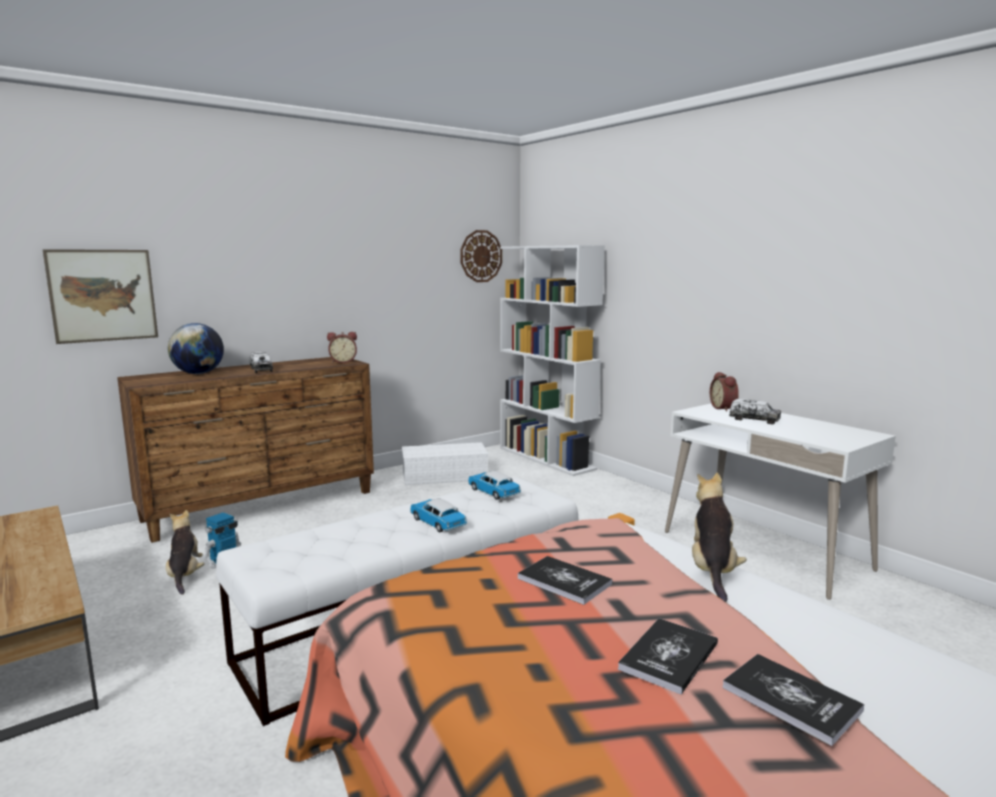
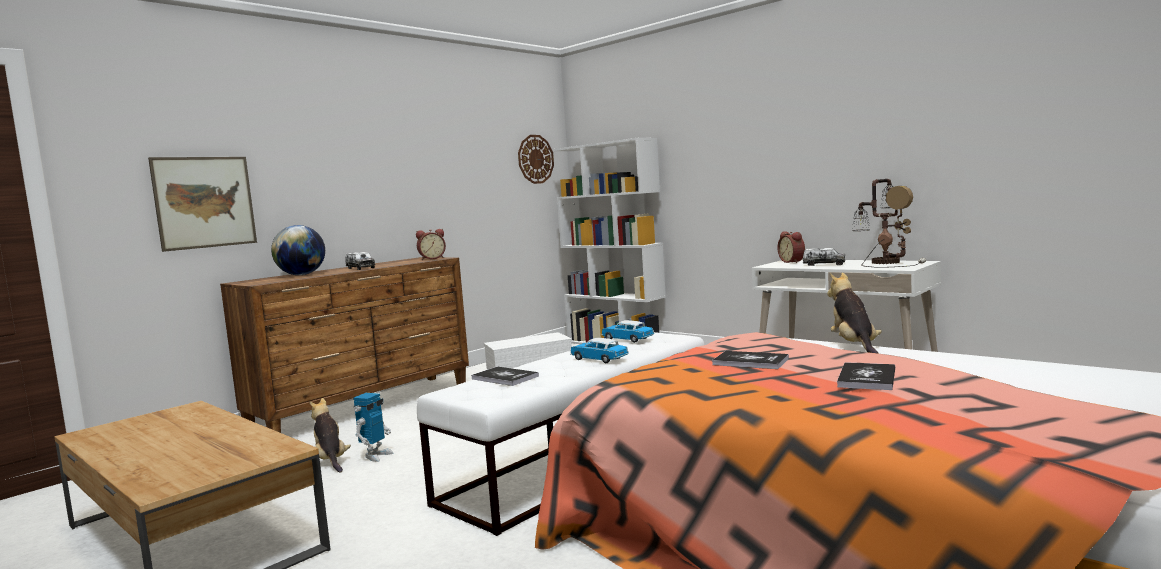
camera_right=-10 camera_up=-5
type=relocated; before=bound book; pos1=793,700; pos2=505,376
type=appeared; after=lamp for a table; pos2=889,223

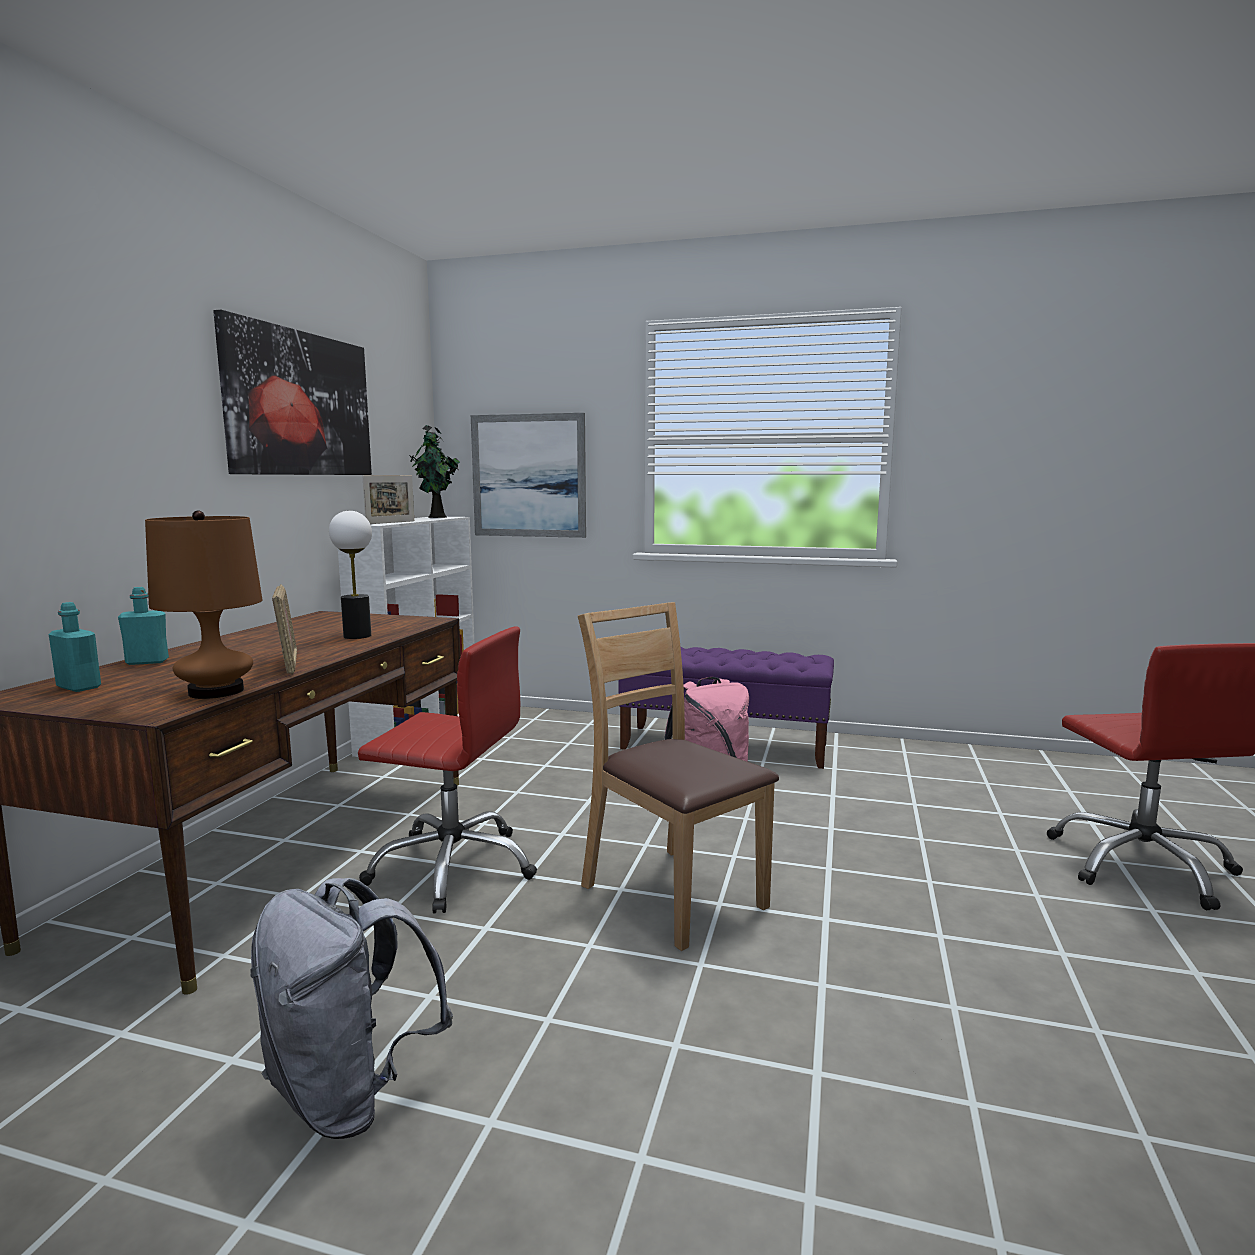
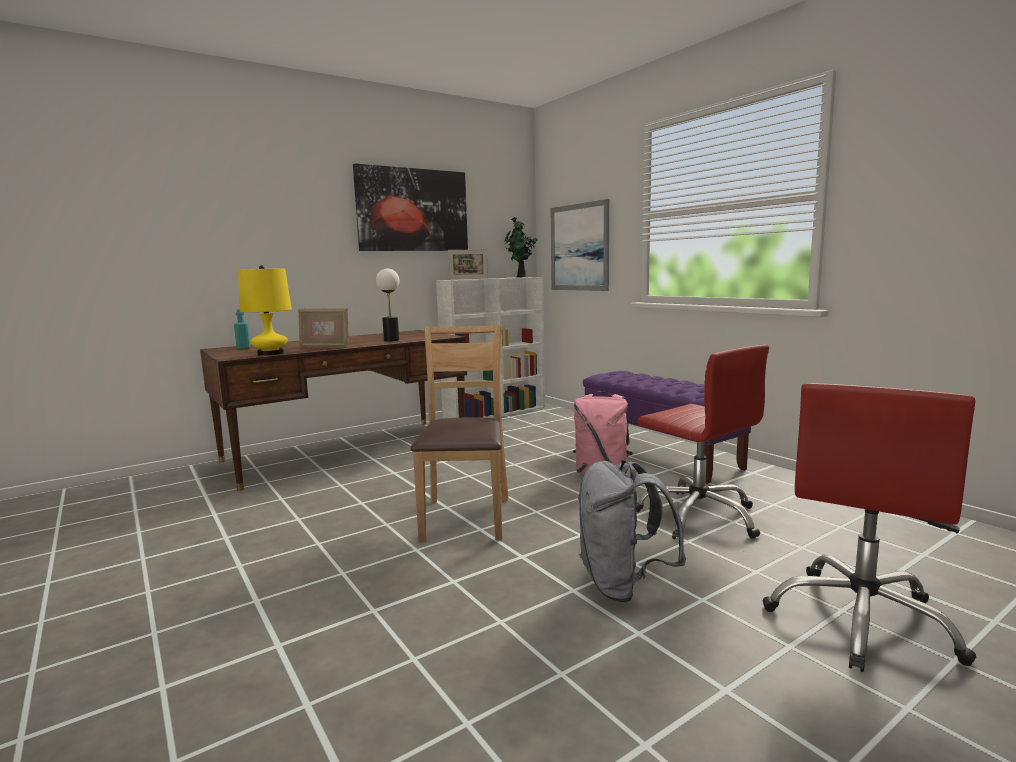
camera_right=40 camera_up=0
type=colour; before=lamp for a table (brown); after=lamp for a table (yellowish); pos1=203,604; pos2=265,310
type=spun; before=standing frame; pos1=284,629; pos2=323,328; turn=75
type=relocated; before=backpack (grey); pos1=351,1008; pos2=632,531
type=relocated; before=office chair (reddish); pos1=447,770; pos2=702,442
type=missing; before=drink bottle (turquoise); pos1=143,626

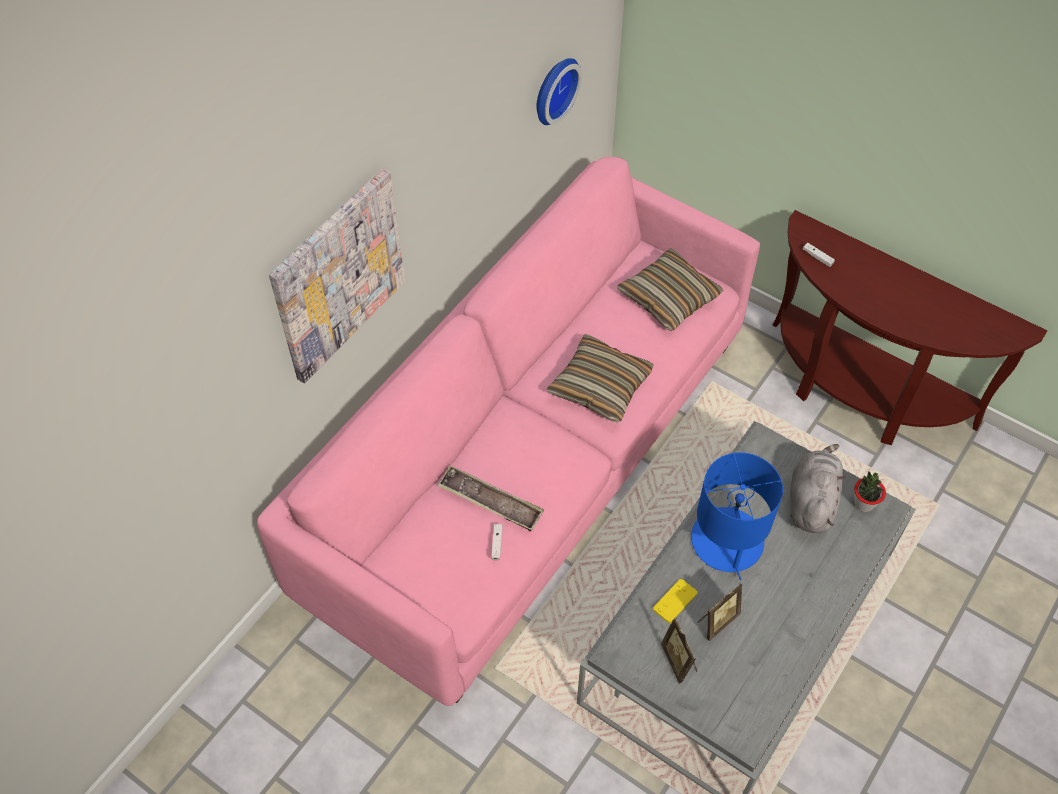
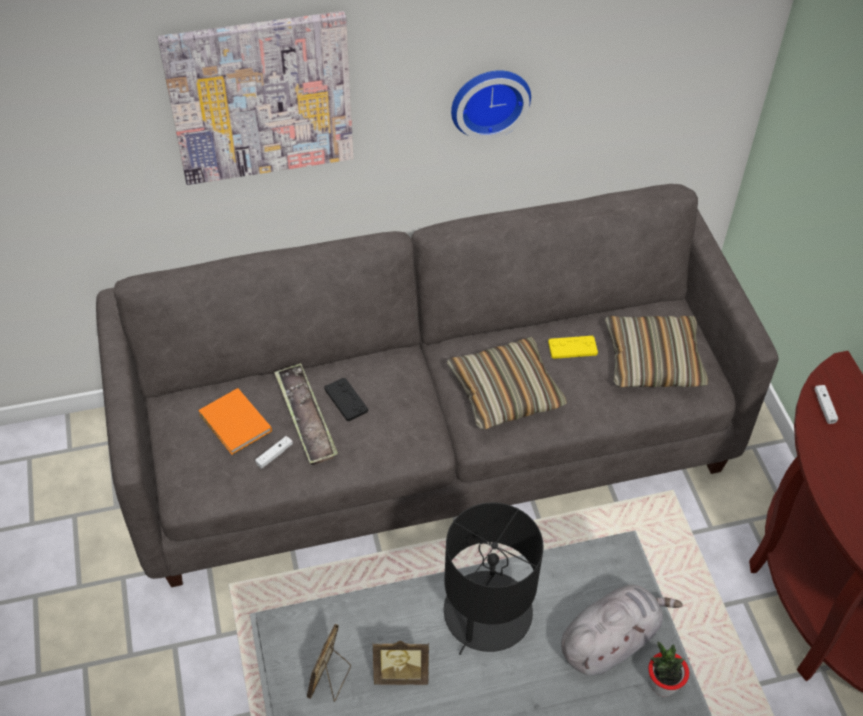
camera_right=40 camera_up=-5
type=colour; before=couch (pink-coloured); after=couch (grey); pos1=508,431; pos2=437,385
type=appeared; after=bound book (orange); pos2=235,421
type=appeared; after=joypad (black-coloured); pos2=346,399
type=colour; before=lamp for a table (blue); after=lamp for a table (black-coloured); pos1=737,516; pos2=494,578
type=relocated; before=hanging clock; pos1=559,91; pos2=491,105
type=relocated; before=joypad (yellowish); pos1=675,601; pos2=573,347

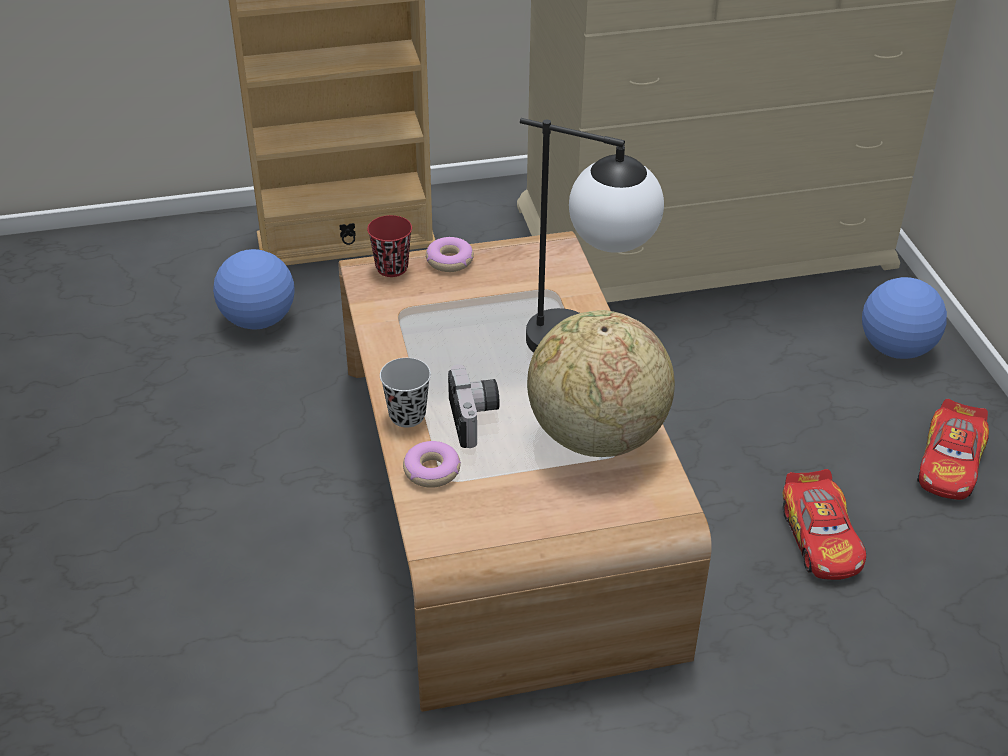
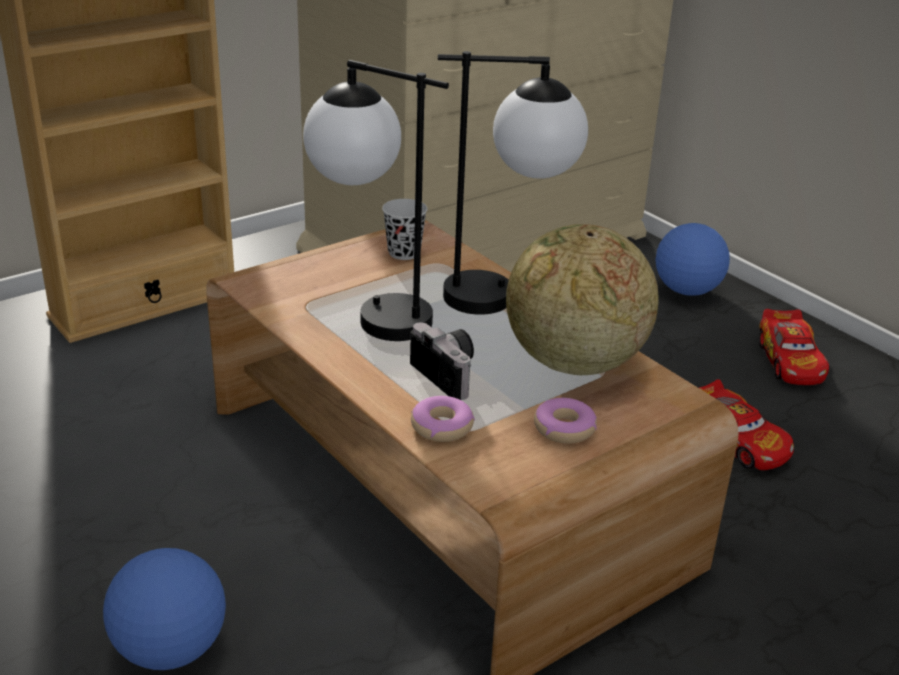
camera_right=-25 camera_up=-10
type=relocated; before=ball for football; pos1=254,289; pos2=164,609
type=appeared; after=lamp for a table; pos2=376,200
type=relocated; before=small cup (black-coloured); pos1=405,392; pos2=405,229
type=relocated; before=doughnut; pos1=450,254; pos2=565,421
type=missing; before=small cup (reddish); pos1=389,246

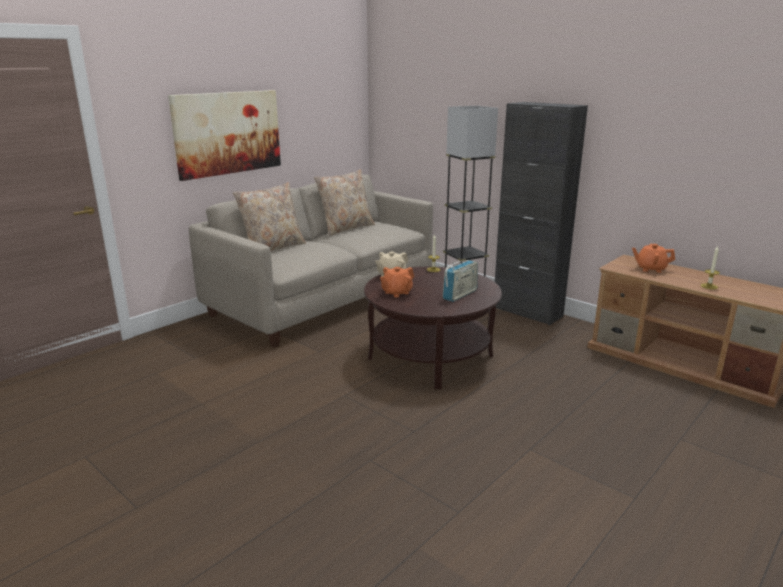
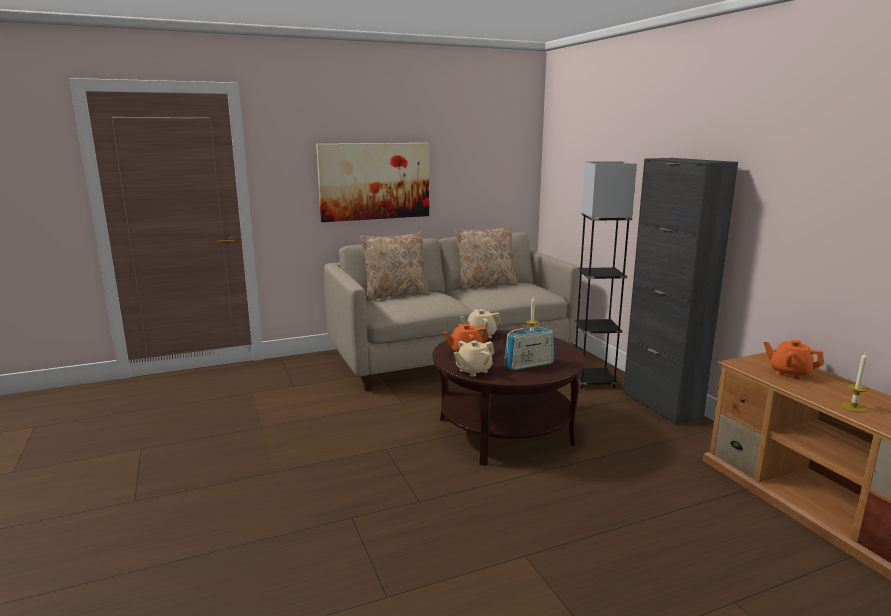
camera_right=25 camera_up=-5
type=appeared; after=teapot (beige); pos2=474,359

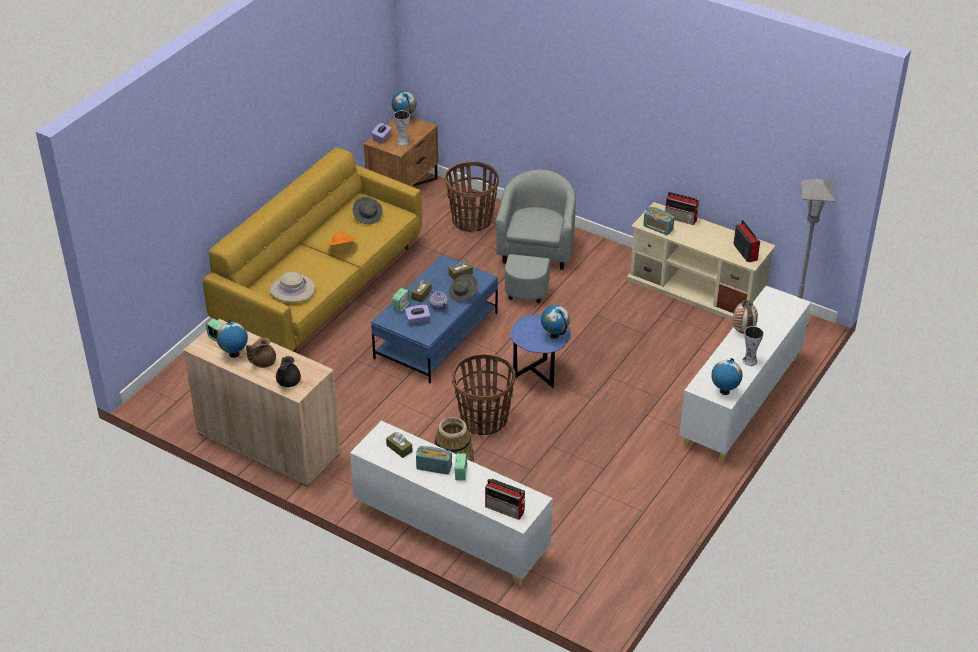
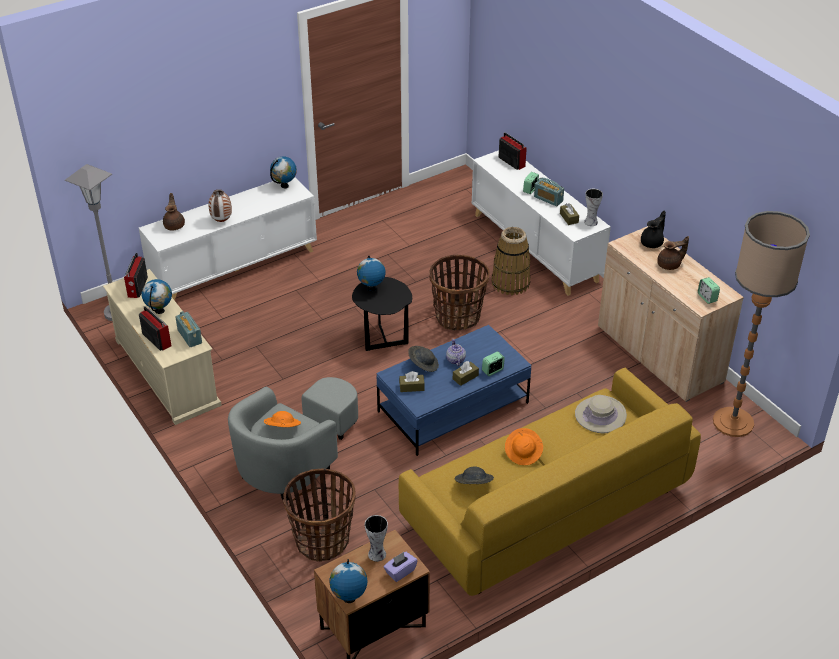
camera_right=-155 camera_up=0
type=relocated; before=world globe; pos1=232,339; pos2=157,296
type=appeared; after=teapot (brown); pos2=174,212
type=appeared; after=clothing hat (orange); pos2=282,419
type=colour; before=end table (blue); after=end table (black-coloured); pos1=539,351; pos2=382,314
type=relocated; before=vase; pos1=753,346; pos2=593,207
type=appeared; after=standard lamp; pos2=761,324
type=missing; before=box of tissues (purple-coloured); pos1=417,315

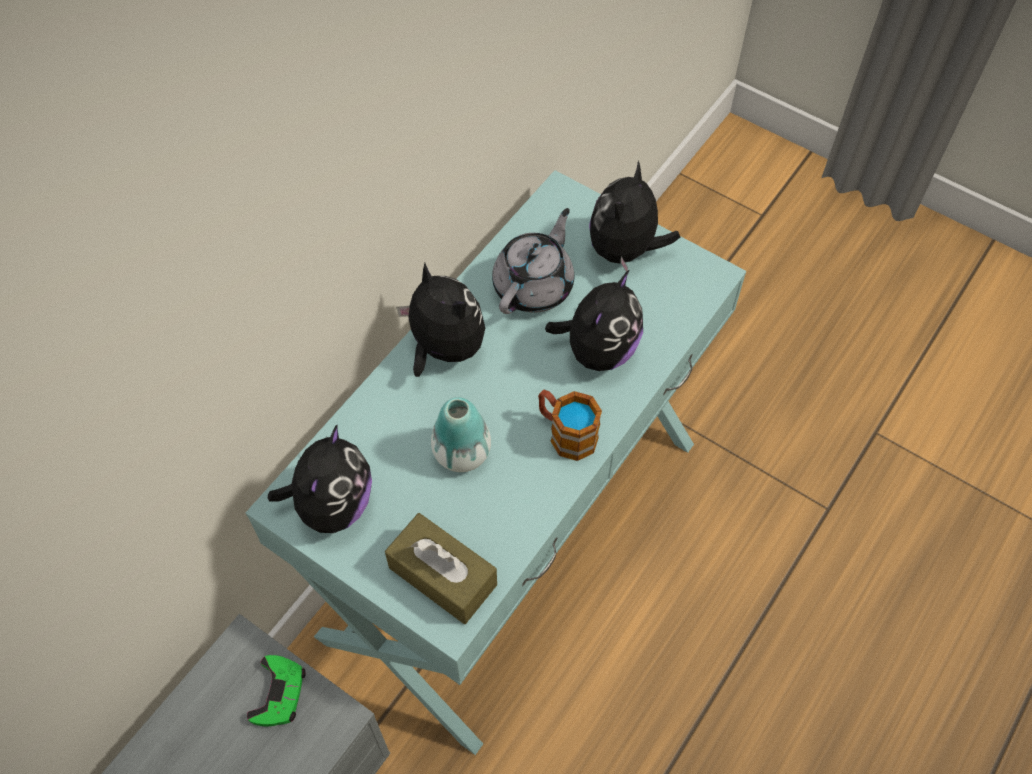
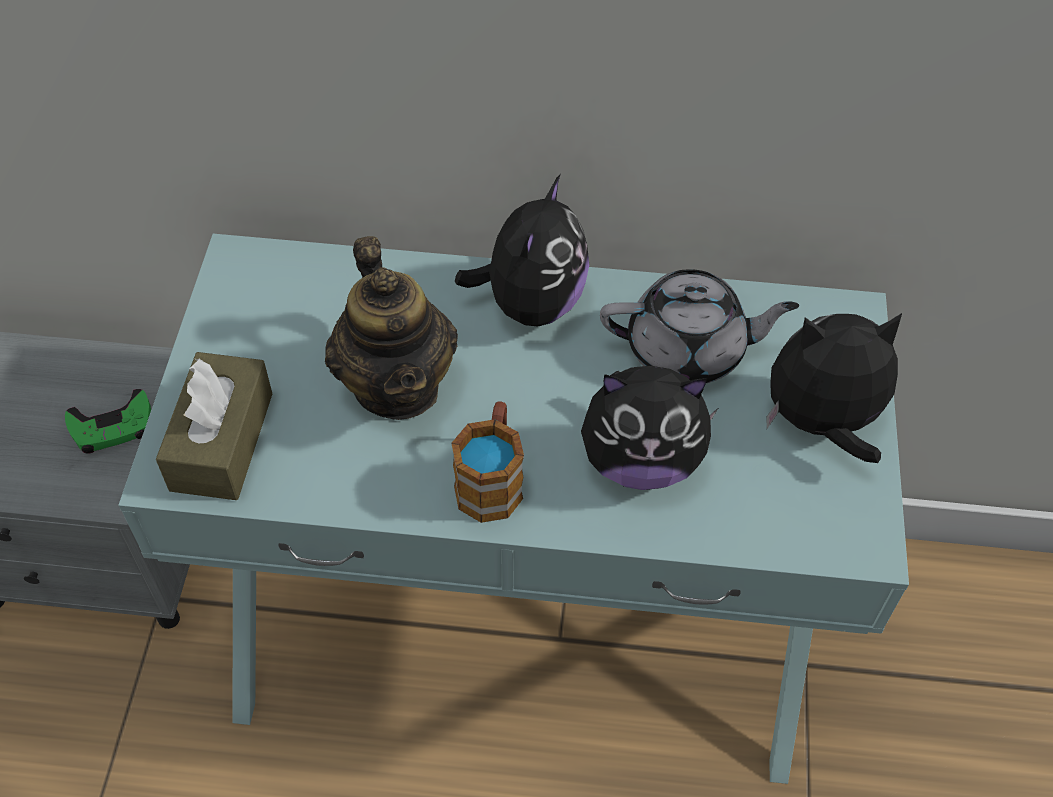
camera_right=60 camera_up=-5
type=exchanged; before=vase; after=teapot; pos1=461,434; pos2=391,328
type=missing; before=cuddly toy; pos1=320,478

